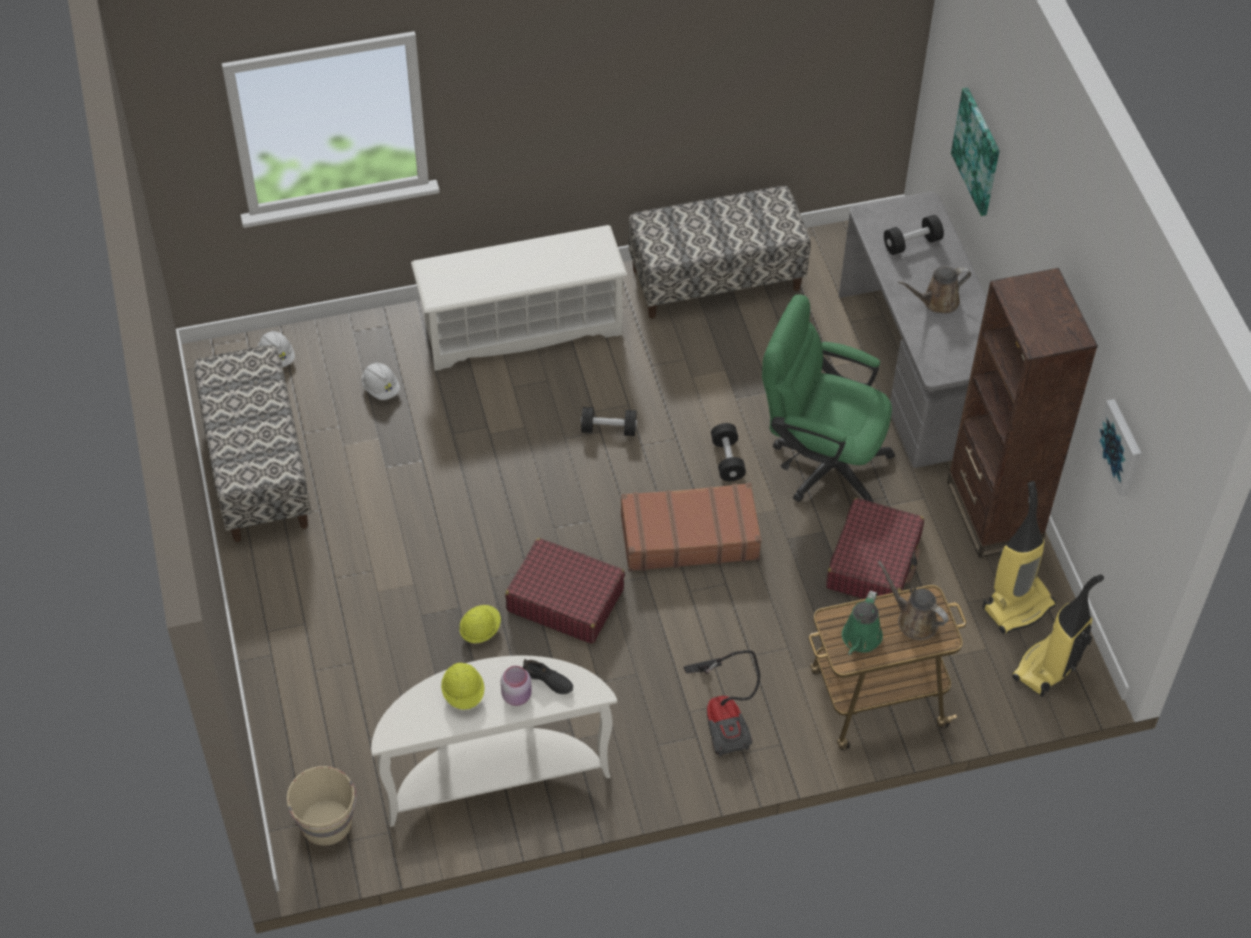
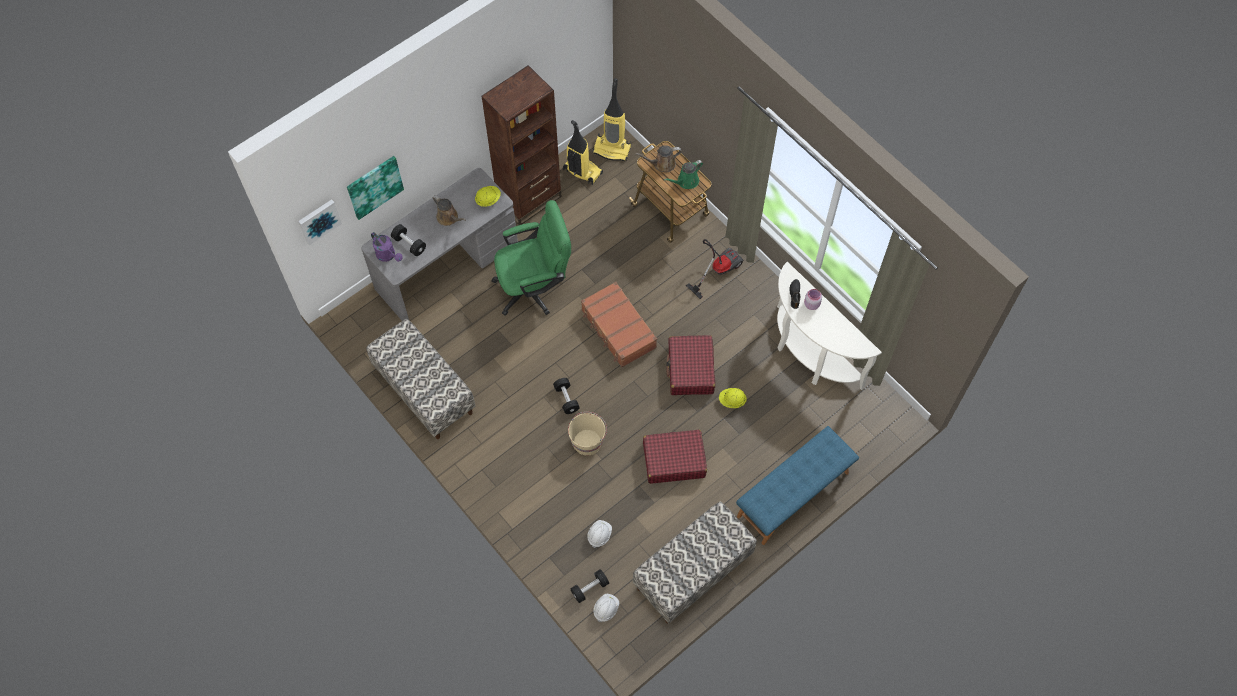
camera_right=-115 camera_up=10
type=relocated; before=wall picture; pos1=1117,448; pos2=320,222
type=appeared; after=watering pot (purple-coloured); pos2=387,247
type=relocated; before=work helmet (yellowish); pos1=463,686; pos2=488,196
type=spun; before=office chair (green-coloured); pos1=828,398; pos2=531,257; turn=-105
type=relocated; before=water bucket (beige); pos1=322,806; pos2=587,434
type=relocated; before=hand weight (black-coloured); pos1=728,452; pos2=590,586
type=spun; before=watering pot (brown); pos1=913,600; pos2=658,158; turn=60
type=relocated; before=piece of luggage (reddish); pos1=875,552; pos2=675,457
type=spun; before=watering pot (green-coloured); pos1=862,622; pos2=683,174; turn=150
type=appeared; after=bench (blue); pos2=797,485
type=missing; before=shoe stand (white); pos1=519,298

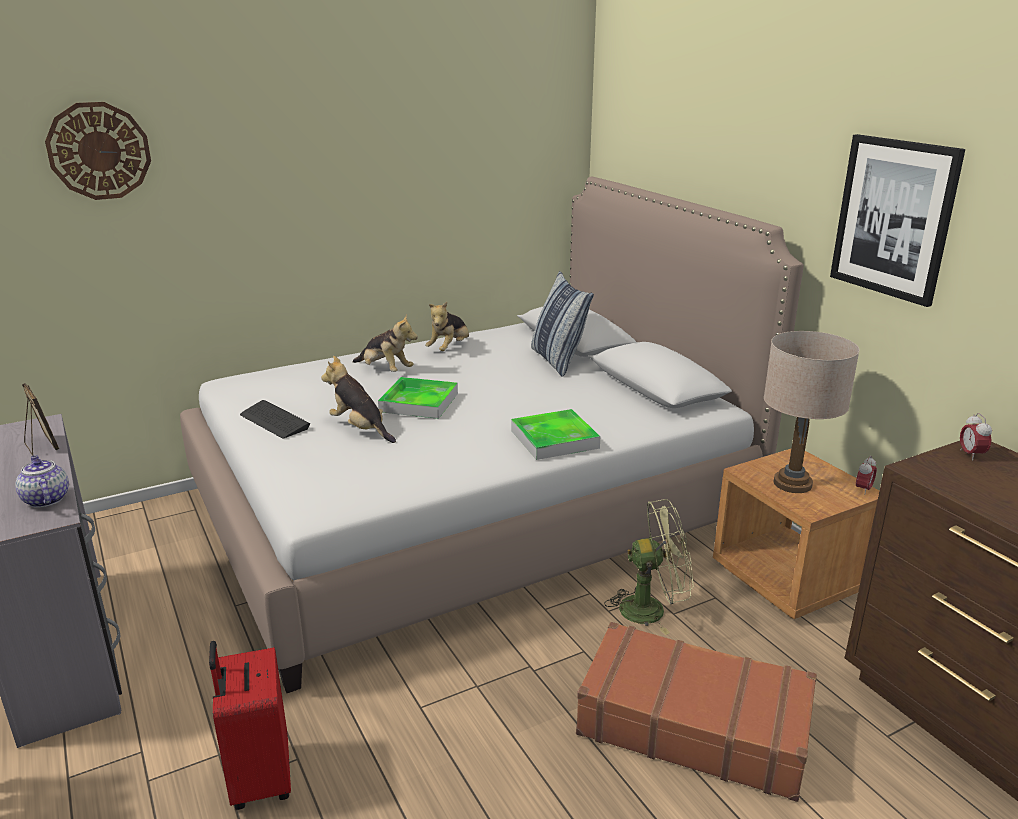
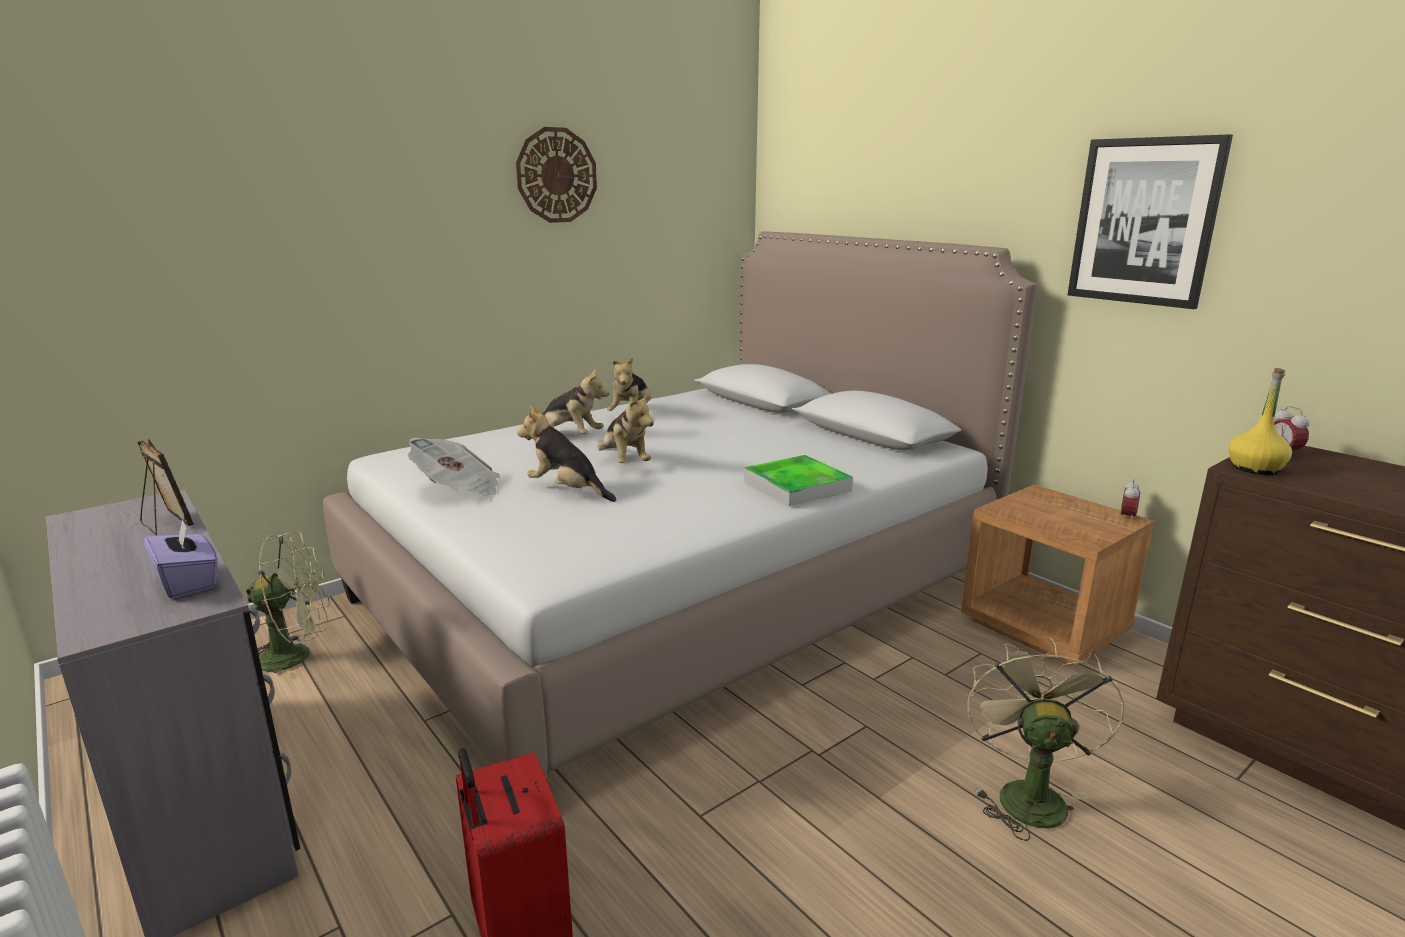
camera_right=-10 camera_up=-5
type=exchanged; before=teapot; after=box of tissues (purple-coloured); pos1=42,481; pos2=181,559
type=relocated; before=electric fan (green-coloured); pos1=649,567; pos2=288,606
type=exchanged; before=keyboard; after=daily paper; pos1=275,419; pos2=454,468
type=relocated; before=hanging clock; pos1=98,151; pos2=556,175
type=exchanged; before=carrying tray; after=cuddly toy; pos1=418,398; pos2=625,428
type=exchanged; before=piece of luggage (brown); after=electric fan (beige); pos1=696,712; pos2=1046,739
type=appeared; after=drink bottle (yellowish); pos2=1260,421
type=missing; before=pillow; pos1=562,324
type=missing; before=lamp for a table (beige); pos1=812,412

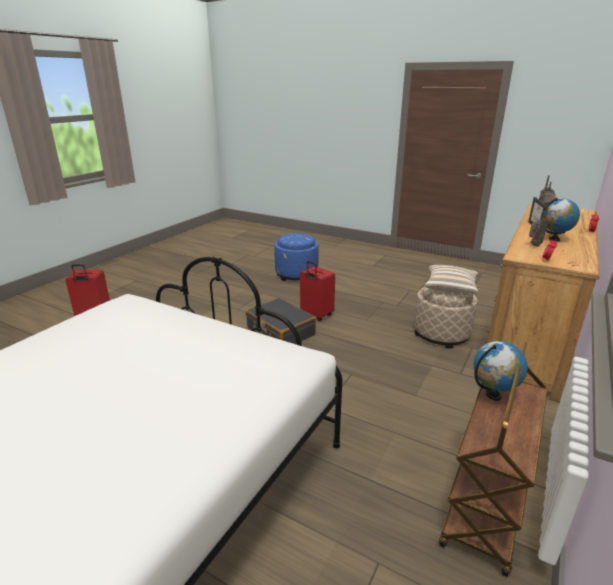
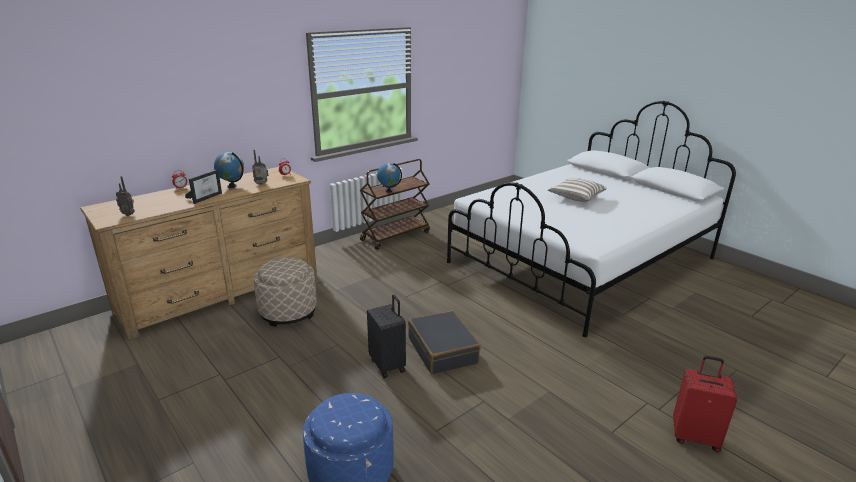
camera_right=-160 camera_up=0
type=colour; before=piece of luggage (reddish); after=piece of luggage (black-coloured); pos1=317,291; pos2=386,336
type=relocated; before=pillow; pos1=451,279; pos2=577,190

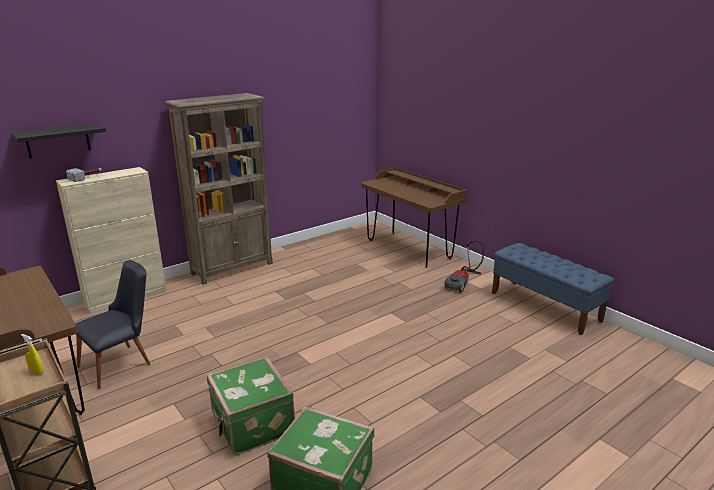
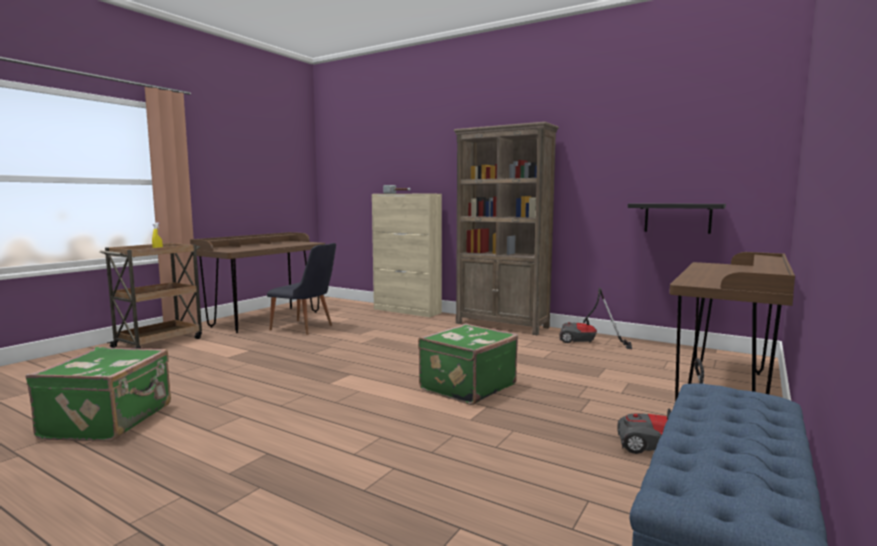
camera_right=70 camera_up=-15
type=relocated; before=piece of luggage (green-coloured); pos1=251,406; pos2=468,364
type=appeared; after=vacuum; pos2=596,318
type=relocated; before=bracket shelf (black-coloured); pos1=58,141; pos2=677,218

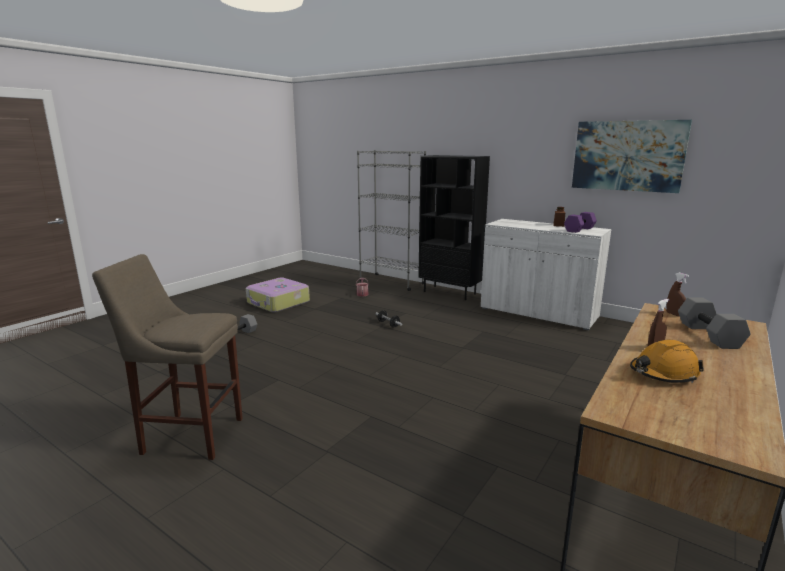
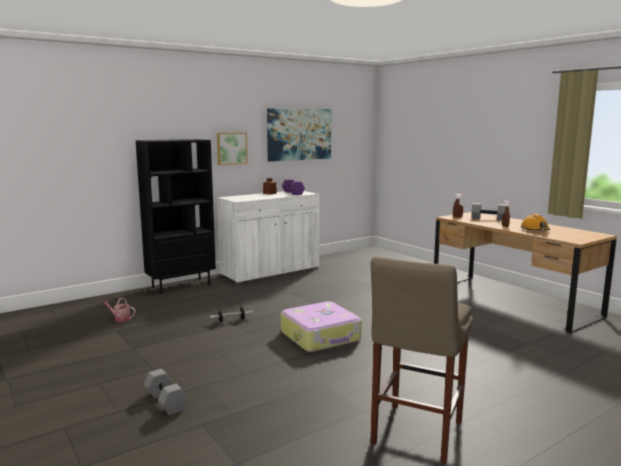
camera_right=-70 camera_up=-5
type=appeared; after=wall picture; pos2=232,148
type=relocated; before=piece of luggage; pos1=278,295; pos2=321,326
type=missing; before=bookcase (grey); pos1=391,220

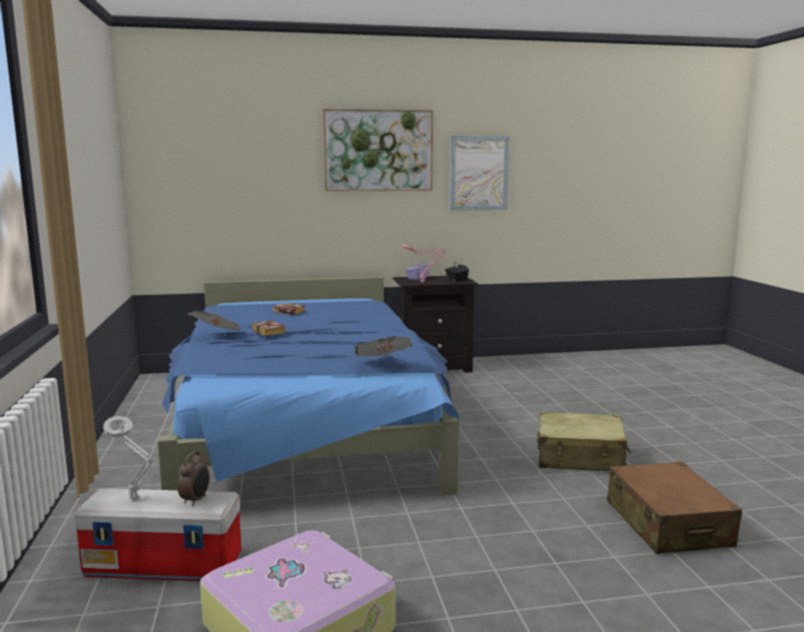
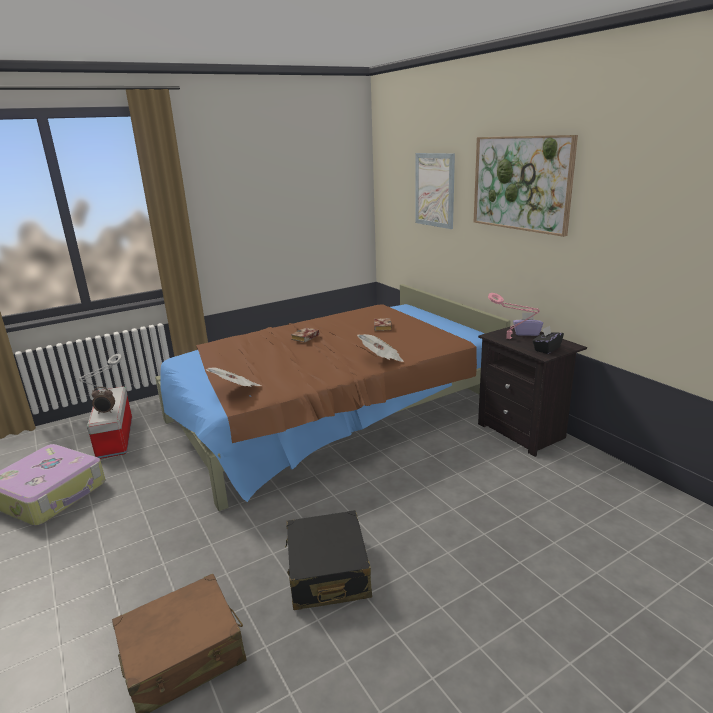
camera_right=70 camera_up=10
type=colour; before=bed (blue); after=bed (brown); pos1=308,386; pos2=332,397
type=colour; before=piece of luggage (beige); after=piece of luggage (black-coloured); pos1=584,441; pos2=328,560
type=relocated; before=daily paper; pos1=215,321; pos2=380,348
type=relocated; before=wall picture; pos1=479,173; pos2=435,191

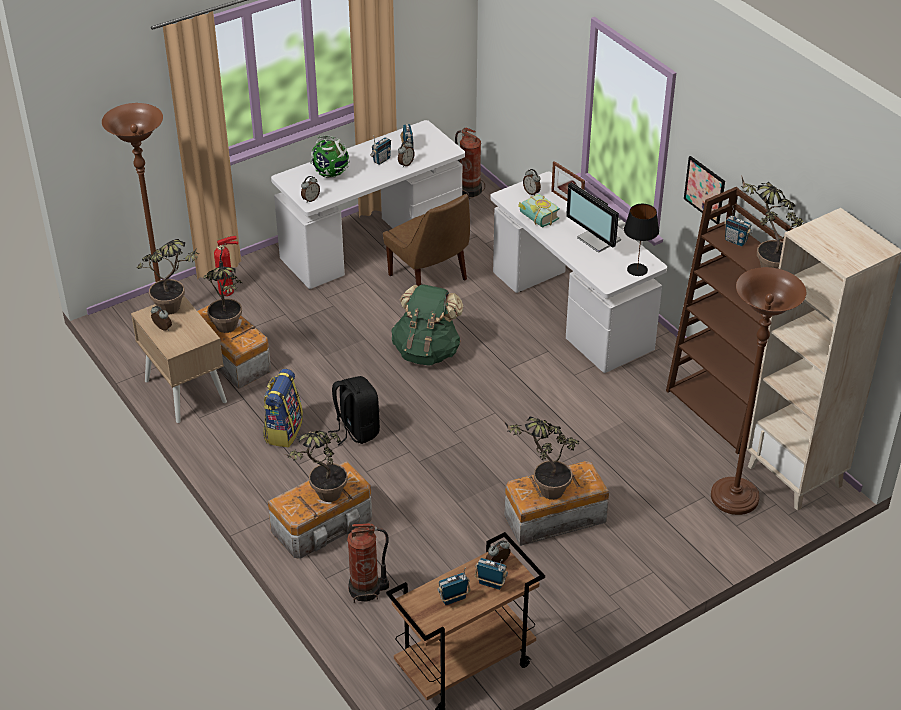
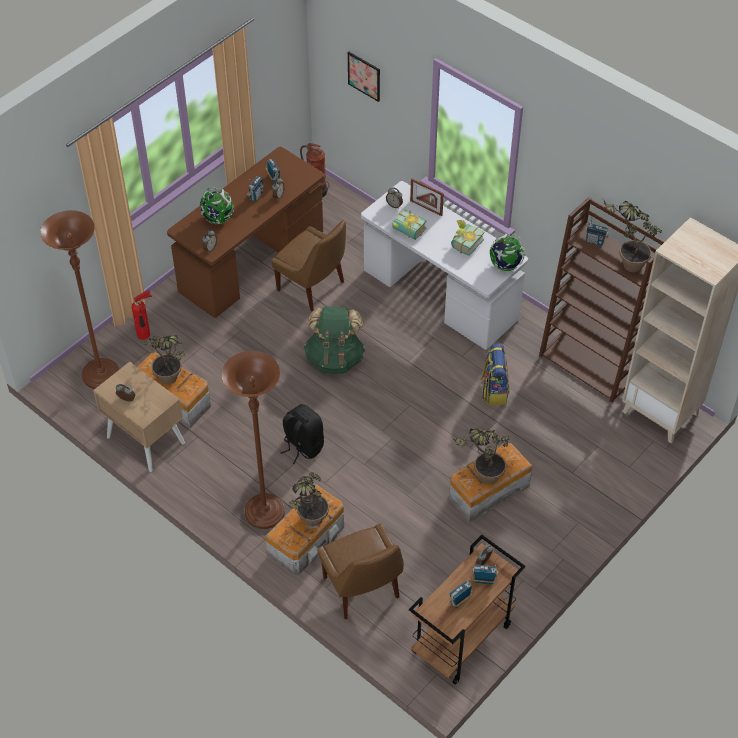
camera_right=-15 camera_up=10
type=colour; before=desk (white); after=desk (brown); pos1=368,204; pos2=246,232
type=relocated; before=standard lamp (brown); pos1=758,391; pos2=253,440
type=exchanged; before=extinguisher; after=plain chair (brown); pos1=368,563; pos2=360,571
type=relocated; before=wall picture; pos1=704,190; pos2=364,77
type=exchanged; before=computer display; after=bound book; pos1=593,217; pos2=468,238
type=relocated; before=backpack; pos1=283,408; pos2=495,374
type=exchanged; before=lamp for a table (black-coloured); after=world globe; pos1=641,240; pos2=507,252
type=missing; before=potted plant; pos1=168,277

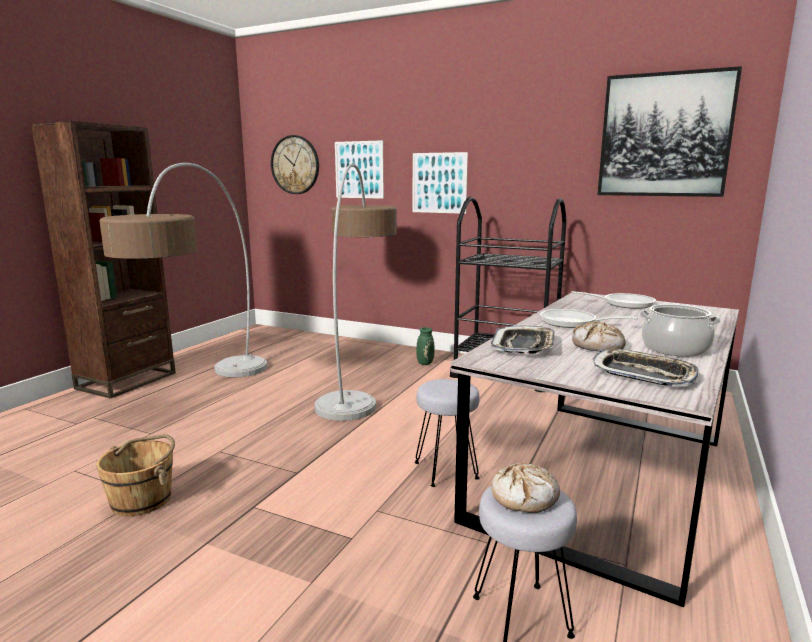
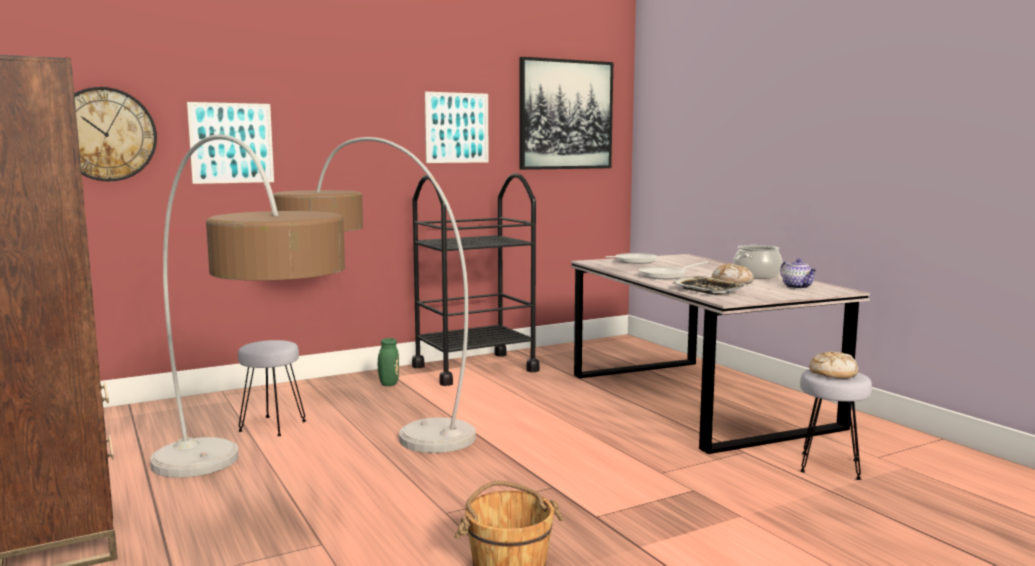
camera_right=-55 camera_up=-5
type=relocated; before=stool seat (grey); pos1=447,433; pos2=272,388
type=relocated; before=wall picture; pos1=440,183; pos2=457,127
type=exchanged; before=carrying tray; after=teapot; pos1=646,368; pos2=798,274

